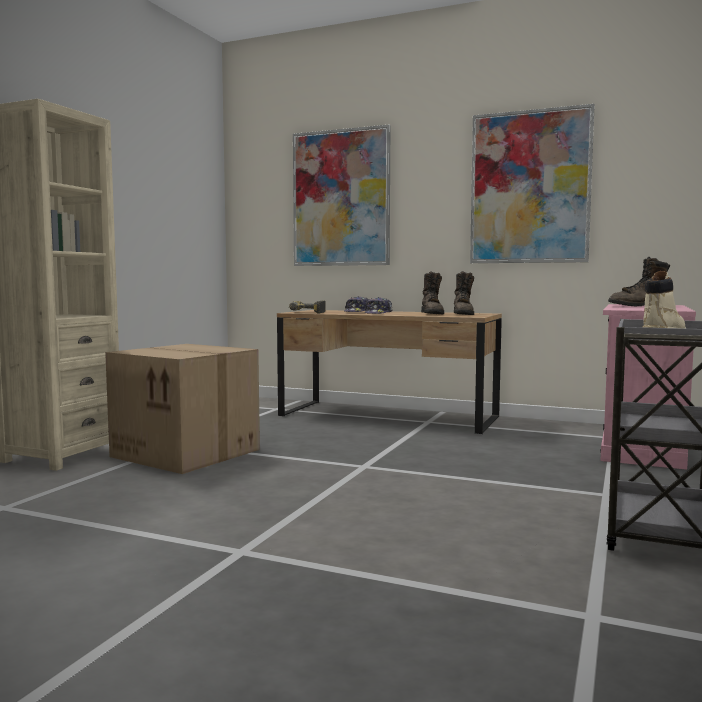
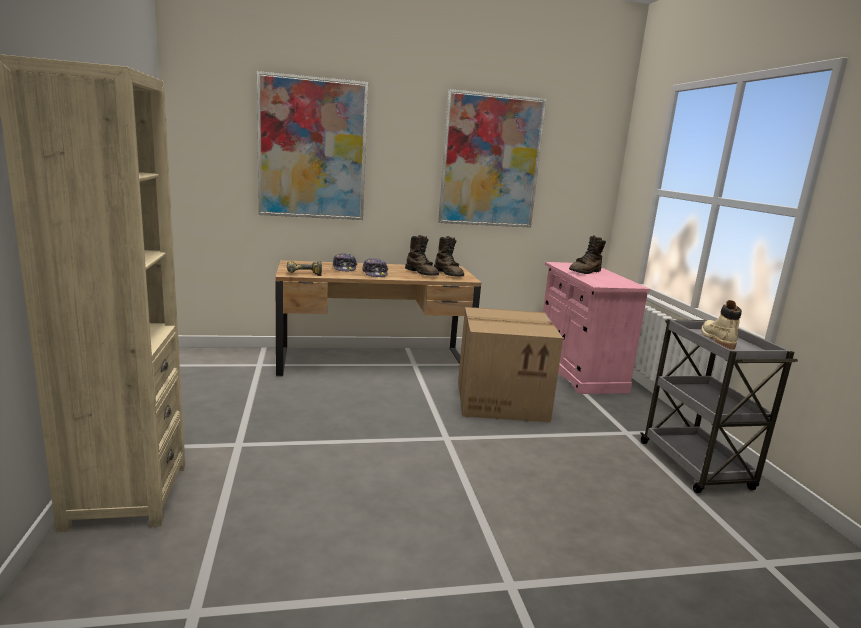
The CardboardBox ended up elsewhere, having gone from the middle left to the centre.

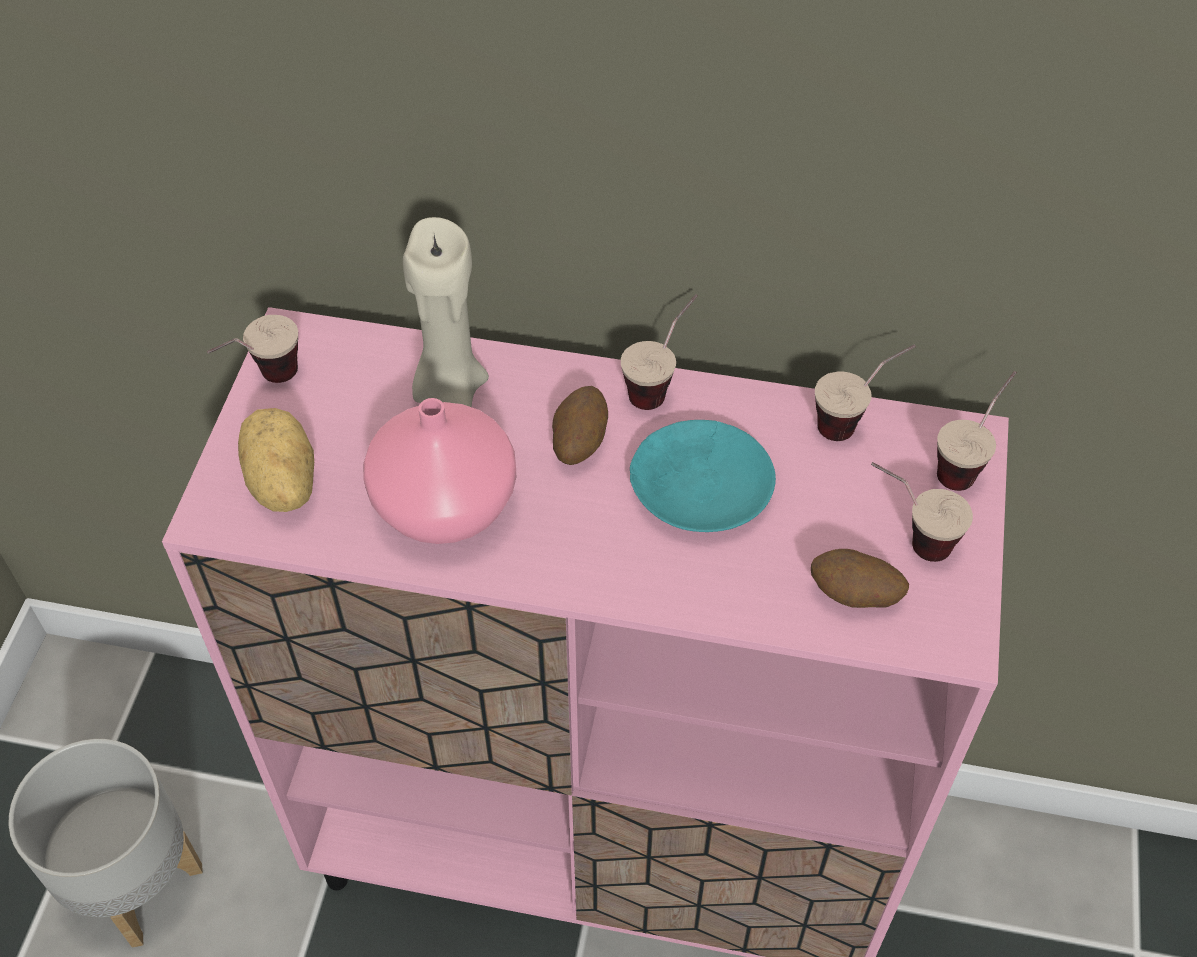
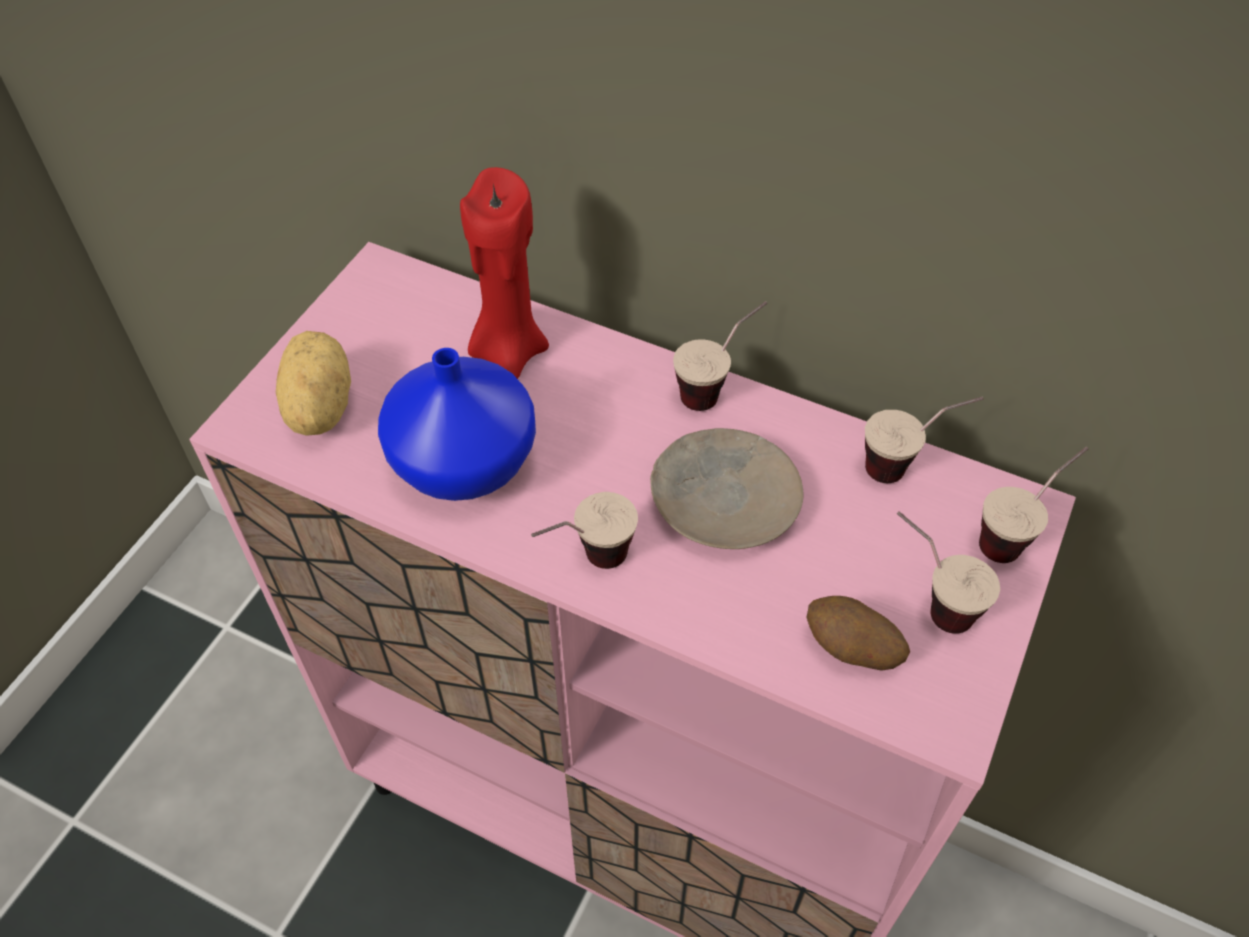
The second view lost the GreyPlanter at the bottom left.
The Cup (no. 1 from left) ended up elsewhere, having gone from the middle left to the centre.
What was the PinkVase at the centre turned into the BlueVase at the centre.
What was the BeigeCandle at the top centre turned into the RedCandle at the top centre.
The second view lost the Potato (no. 2 from left) at the centre.
What was the TurquoisePlate at the centre turned into the BeigePlate at the centre.

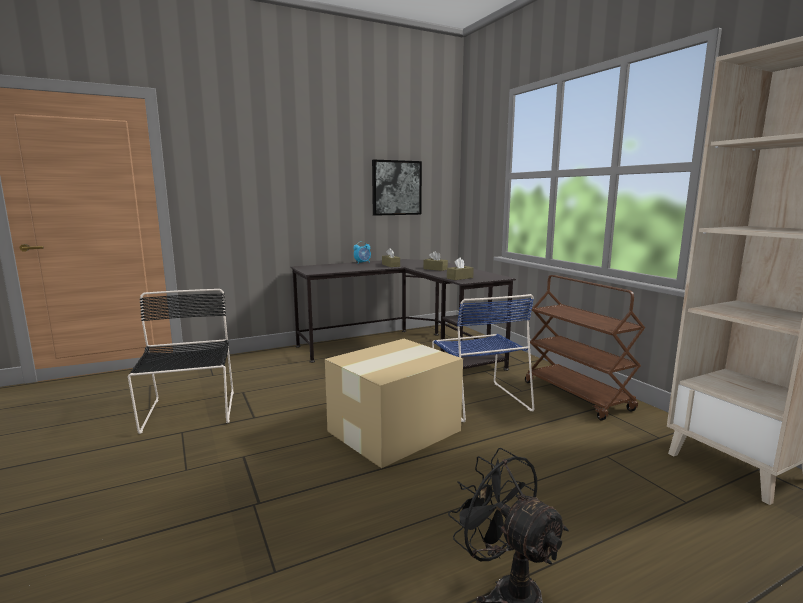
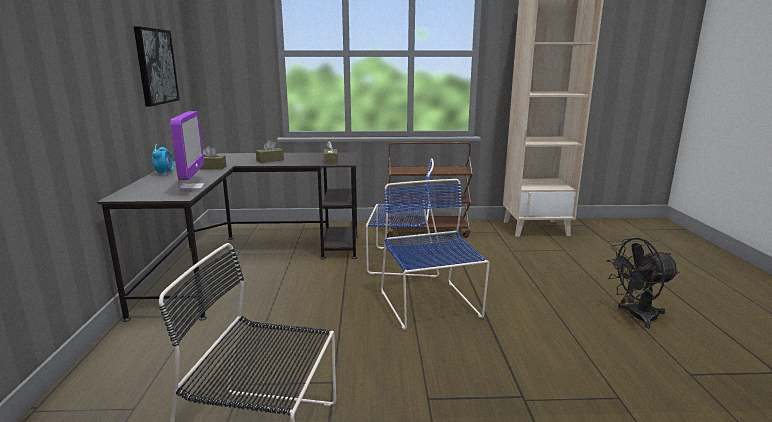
Where the CardboardBox stood at the bottom centre, the BlueChair (no. 2 from left) came to stand at the centre.
The second view gained the Monitor at the middle left.

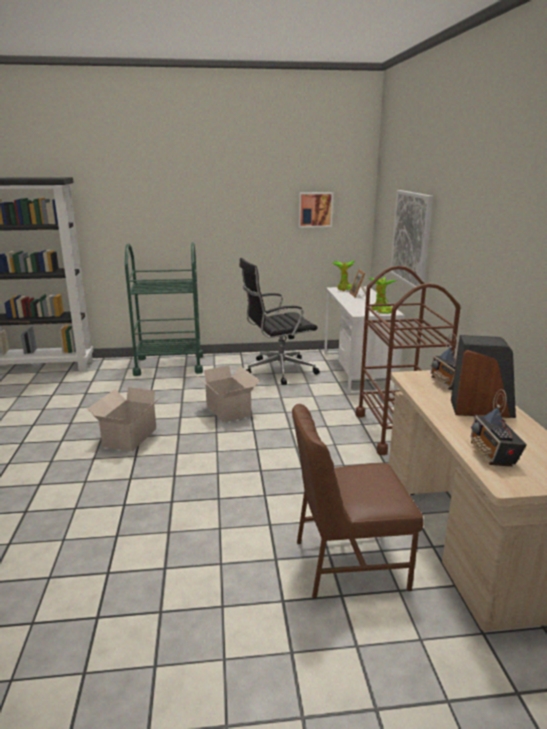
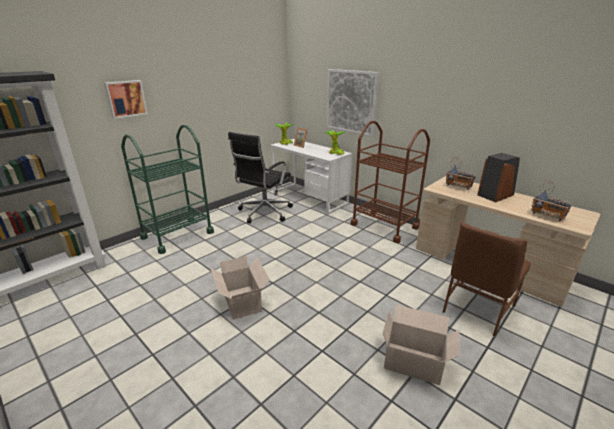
The CardboardBox (no. 2 from left) ended up elsewhere, having gone from the centre to the bottom right.
The Picture (no. 1 from left) ended up elsewhere, having gone from the top centre to the top left.

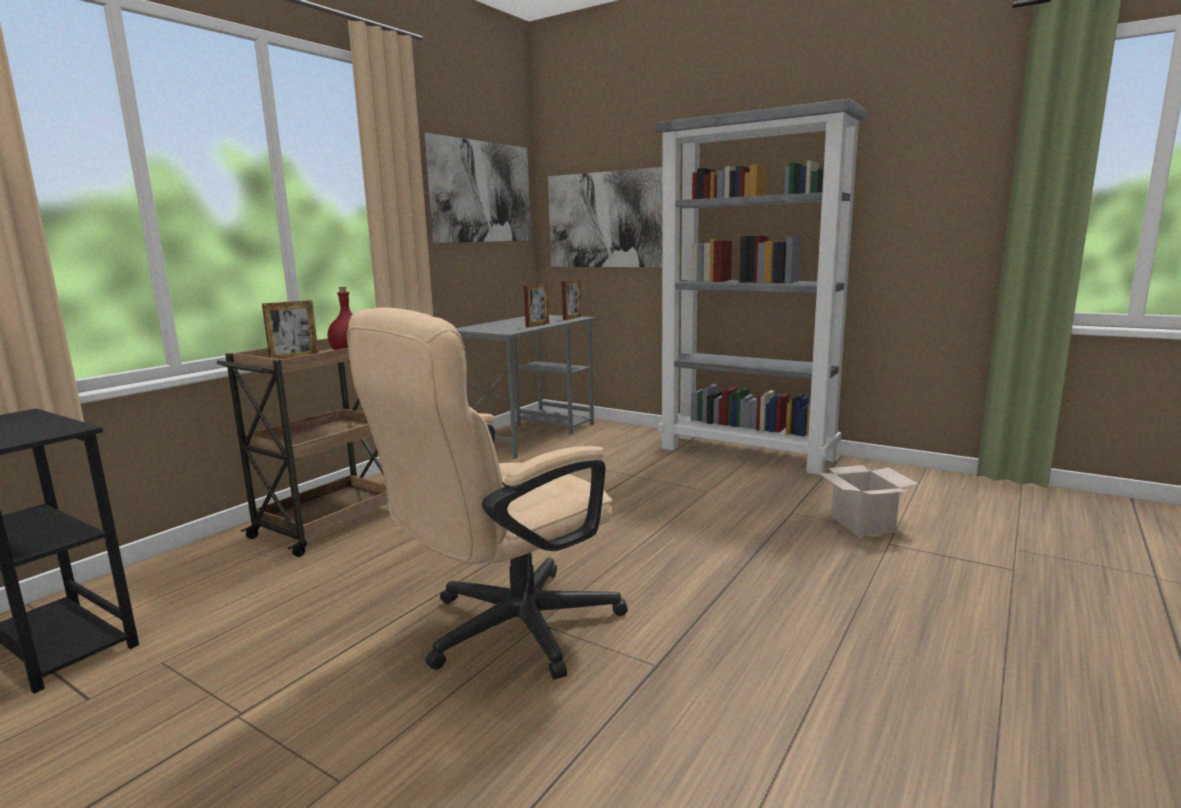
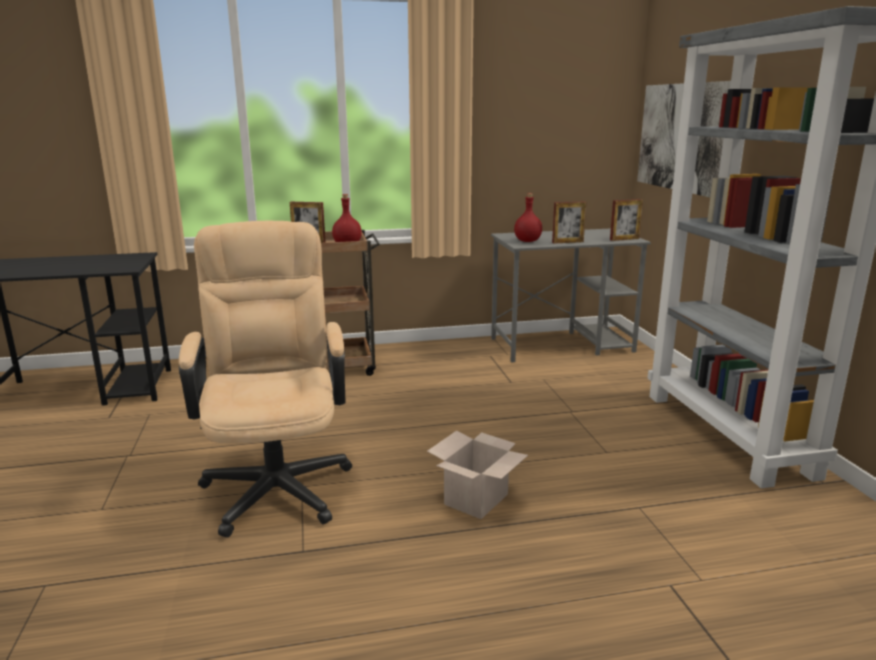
The BeigeOfficeChair at the centre ended up facing another way, 75 degrees clockwise from before.
The second view lost the Picture (no. 1 from left) at the top centre.
The CardboardBox ended up elsewhere, having gone from the middle right to the bottom centre.
The second view gained the RedBottle (no. 2 from left) at the top centre.

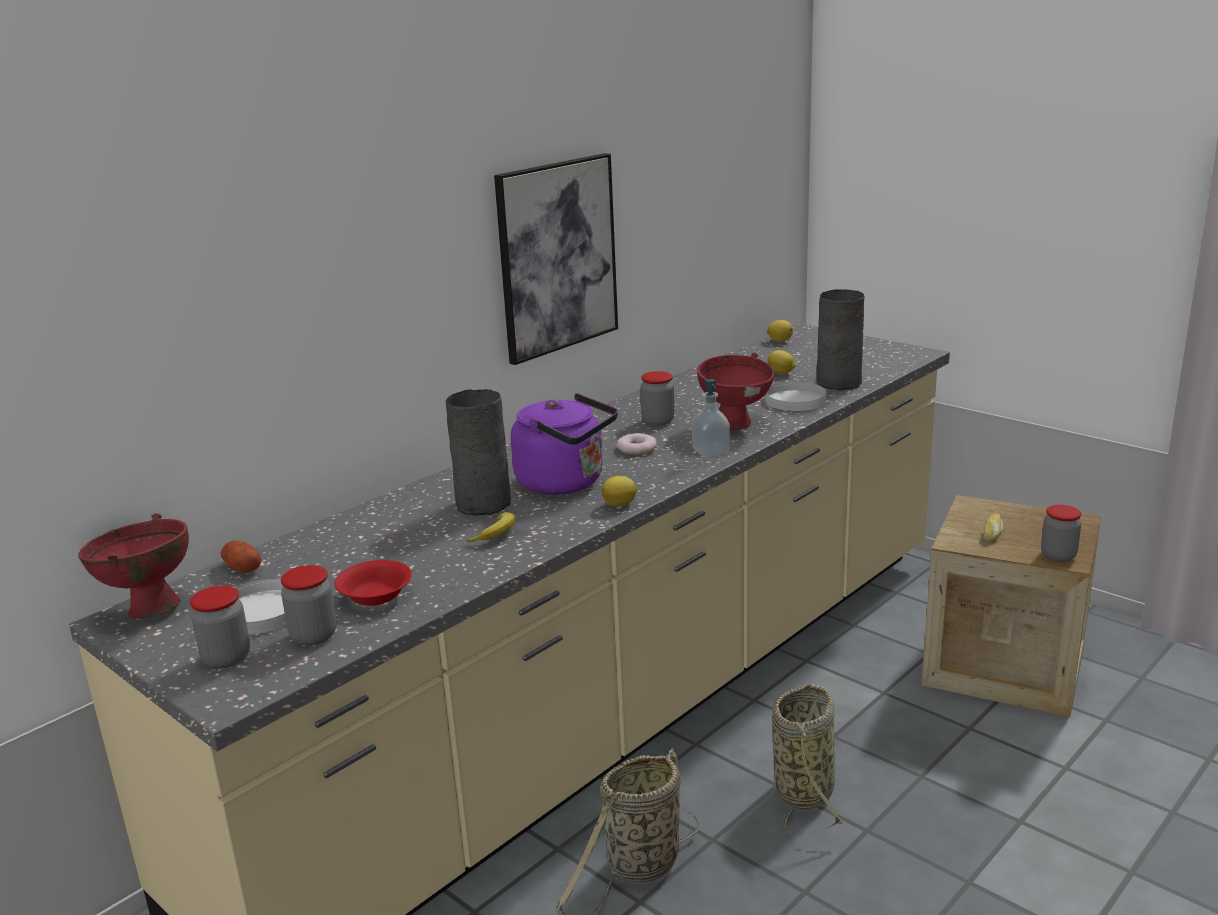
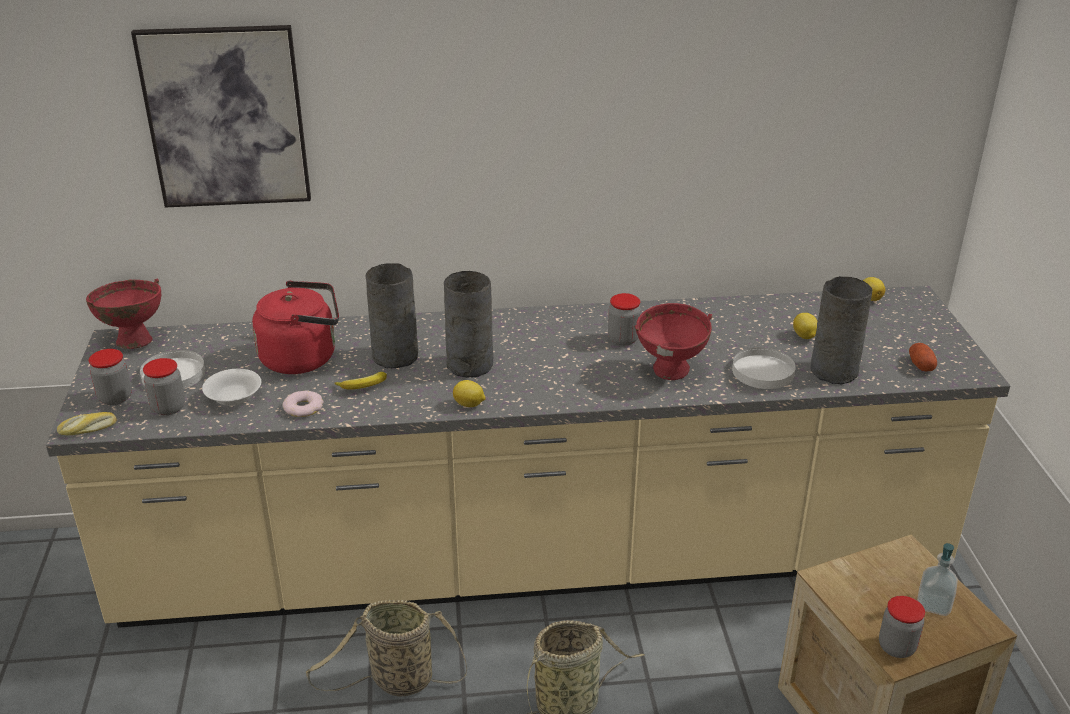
The Potato ended up elsewhere, having gone from the middle left to the middle right.
What was the RedBowl (no. 2 from left) at the middle left turned into the WhiteBowl at the middle left.
The Picture ended up elsewhere, having gone from the top centre to the top left.
Where the PurpleKettle stood at the centre, the GreyVase (no. 2 from left) came to stand at the centre.
The Donut ended up elsewhere, having gone from the centre to the middle left.
The SoapDispenser ended up elsewhere, having gone from the centre to the bottom right.
The Bread ended up elsewhere, having gone from the middle right to the middle left.
The second view gained the RedKettle at the middle left.

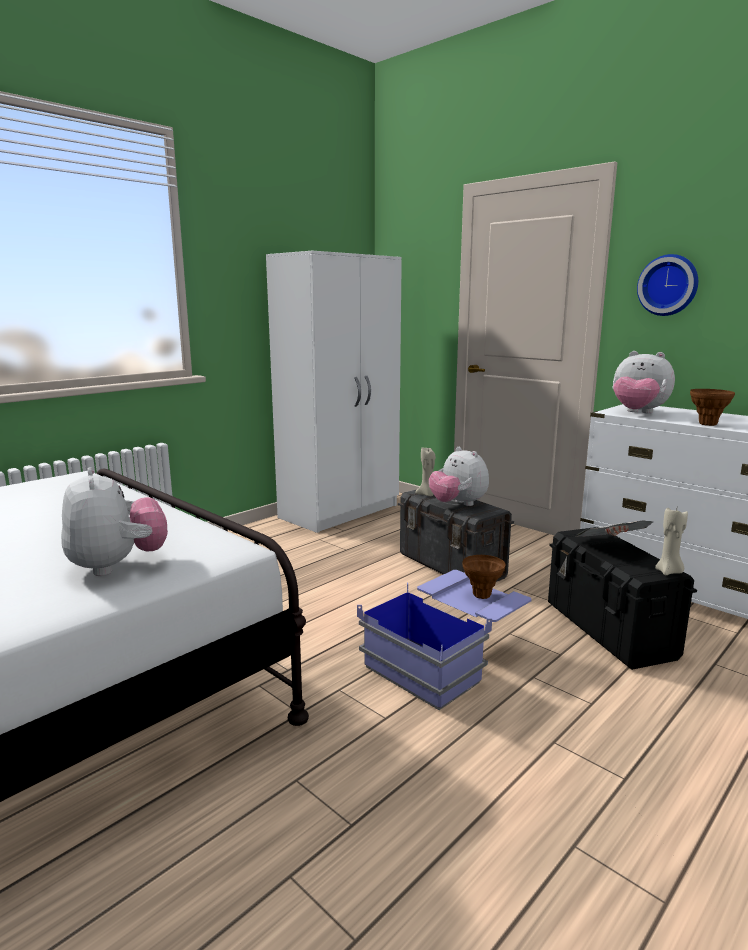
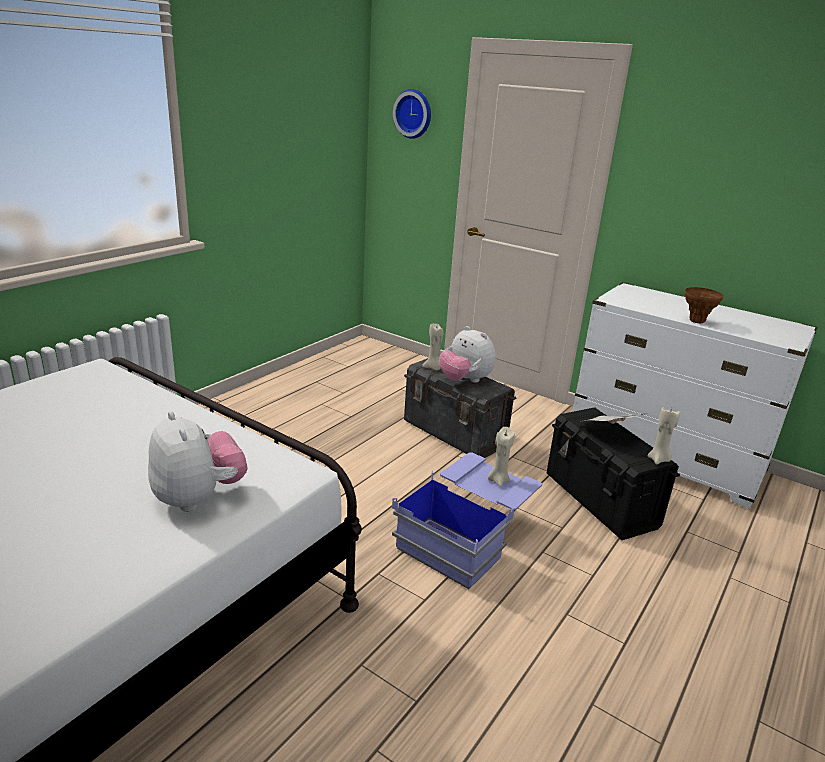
The second view lost the WhiteWardrobe at the centre.
Where the BrownVase (no. 1 from left) stood at the centre, the BeigeCandle (no. 2 from left) came to stand at the centre.
The second view lost the PlushToy (no. 3 from left) at the middle right.
The WallClock ended up elsewhere, having gone from the top right to the top centre.

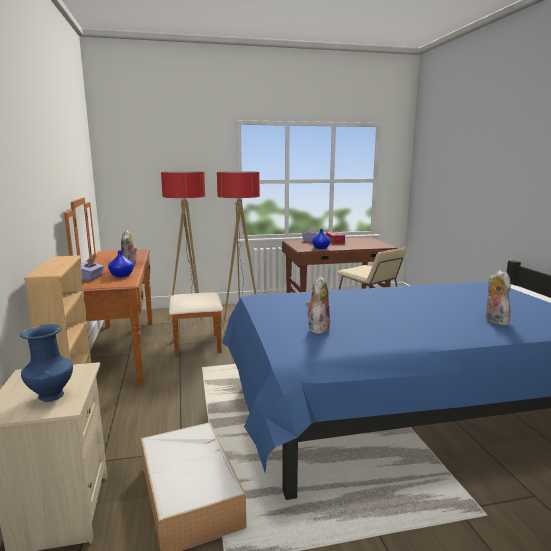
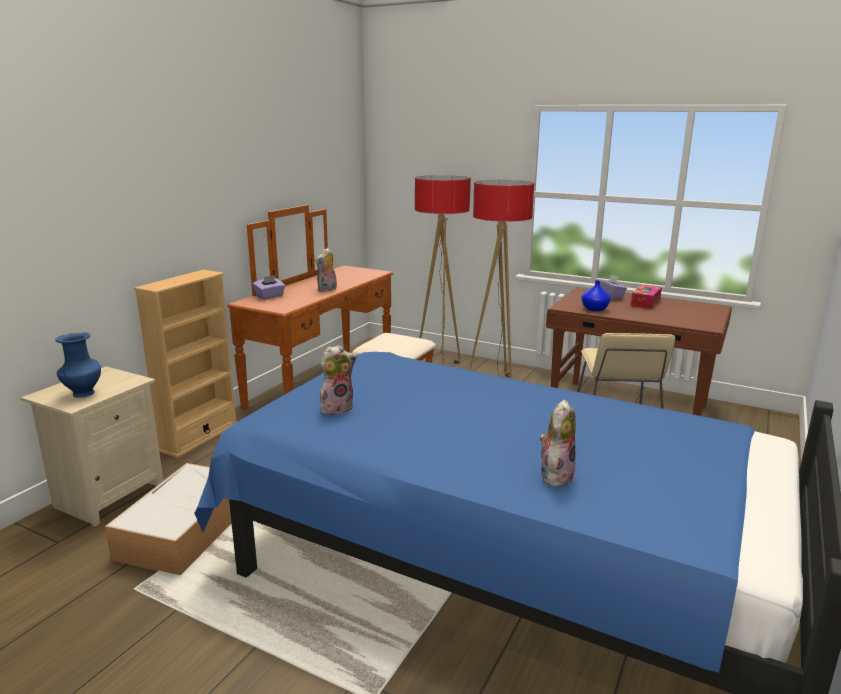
The second view lost the BlueVase (no. 2 from left) at the middle left.

